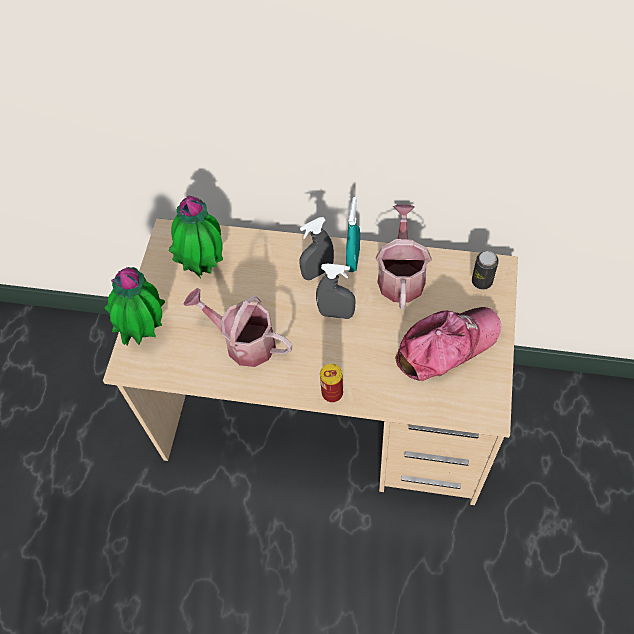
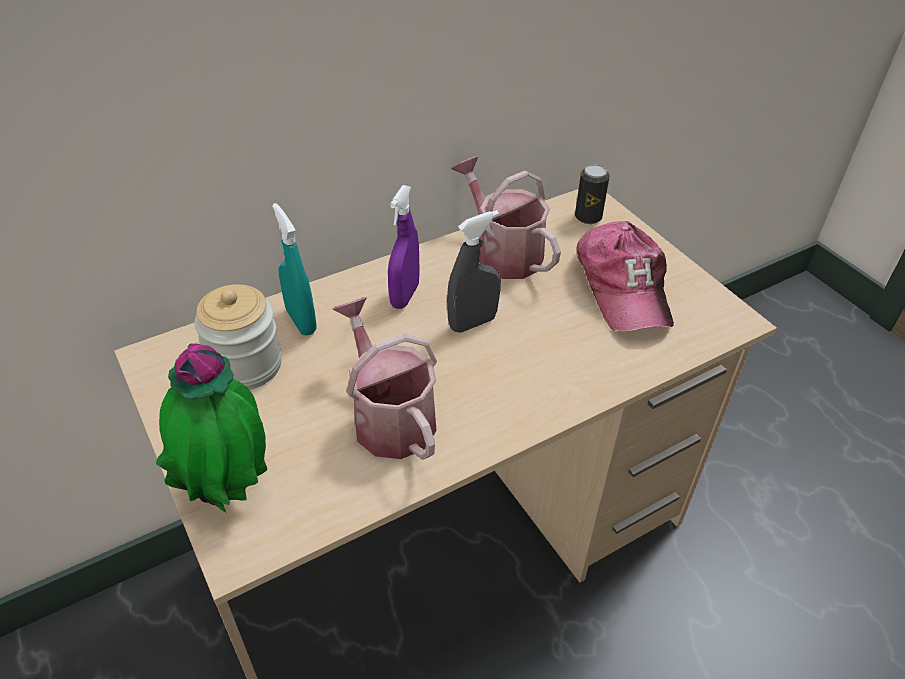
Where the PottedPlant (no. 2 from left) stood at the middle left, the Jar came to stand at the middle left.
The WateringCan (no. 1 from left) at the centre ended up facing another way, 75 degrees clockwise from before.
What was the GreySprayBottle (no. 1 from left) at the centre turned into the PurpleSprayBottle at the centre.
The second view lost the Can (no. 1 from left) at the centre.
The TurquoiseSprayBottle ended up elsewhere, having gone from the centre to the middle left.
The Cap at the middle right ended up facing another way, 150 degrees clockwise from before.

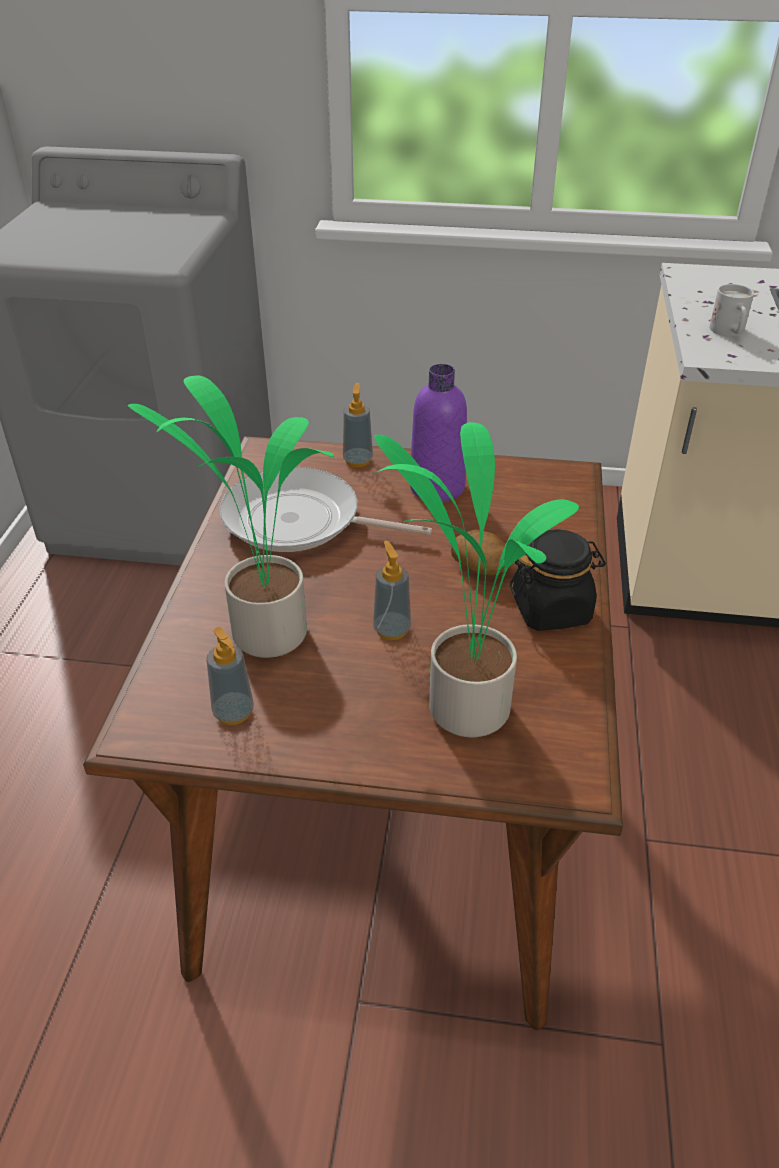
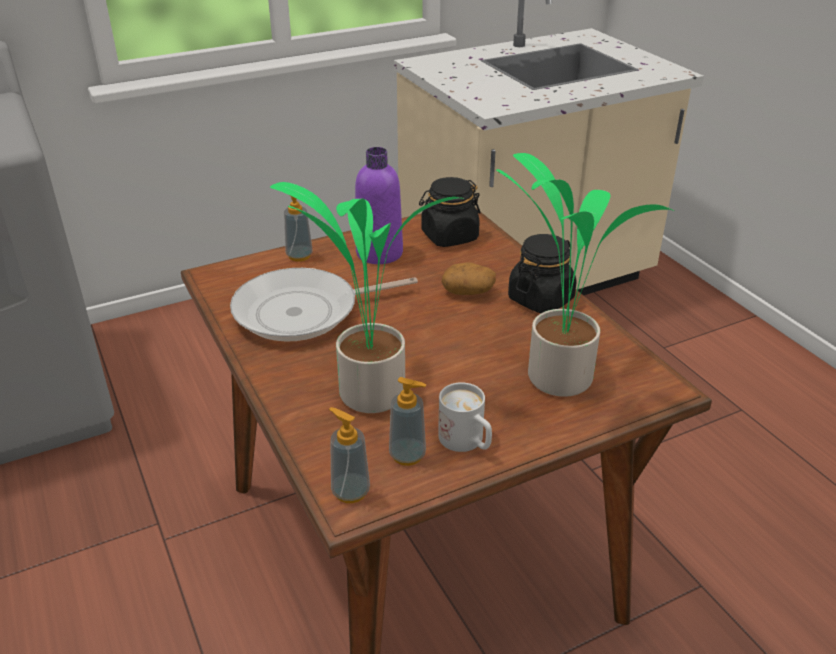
The SoapDispenser (no. 3 from left in the first image) ended up elsewhere, having gone from the centre to the bottom centre.
The WhiteMug ended up elsewhere, having gone from the top right to the centre.
The second view gained the BlackJar (no. 1 from left) at the top centre.

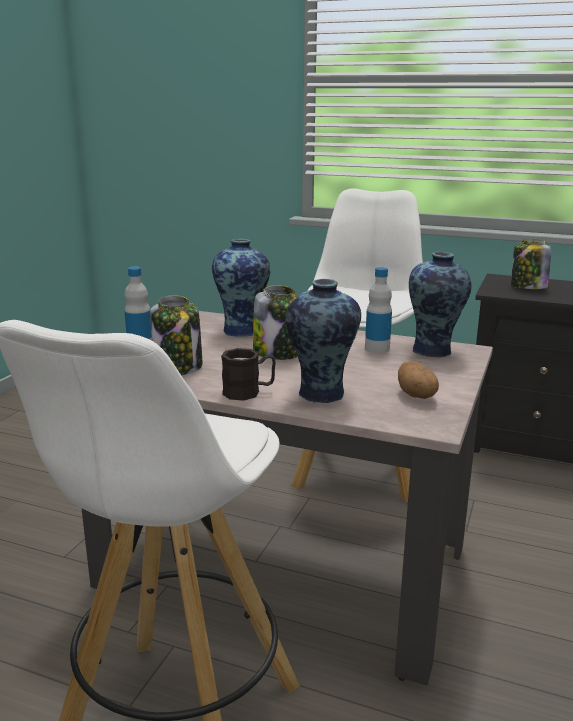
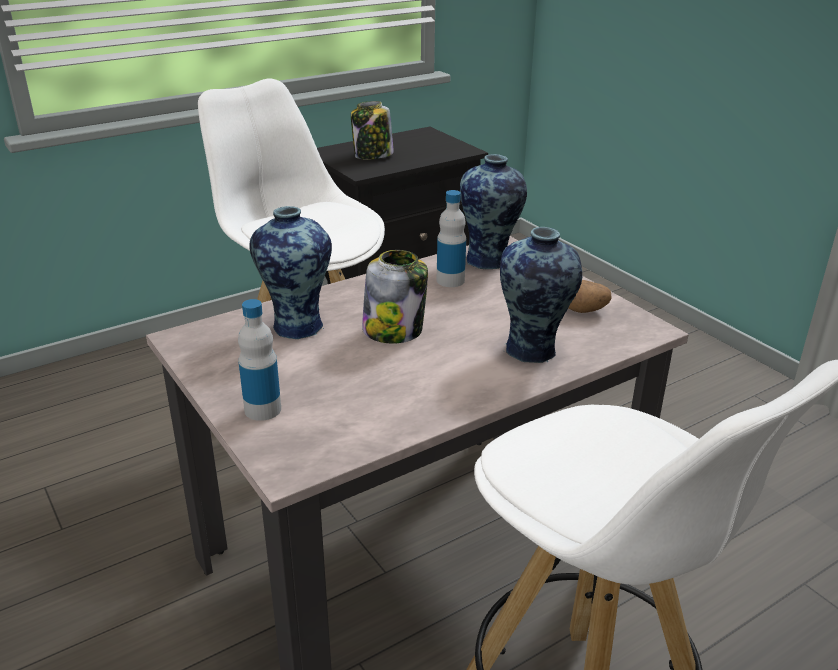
The second view lost the Jar (no. 1 from left) at the middle left.
The second view lost the BlackMug at the centre.

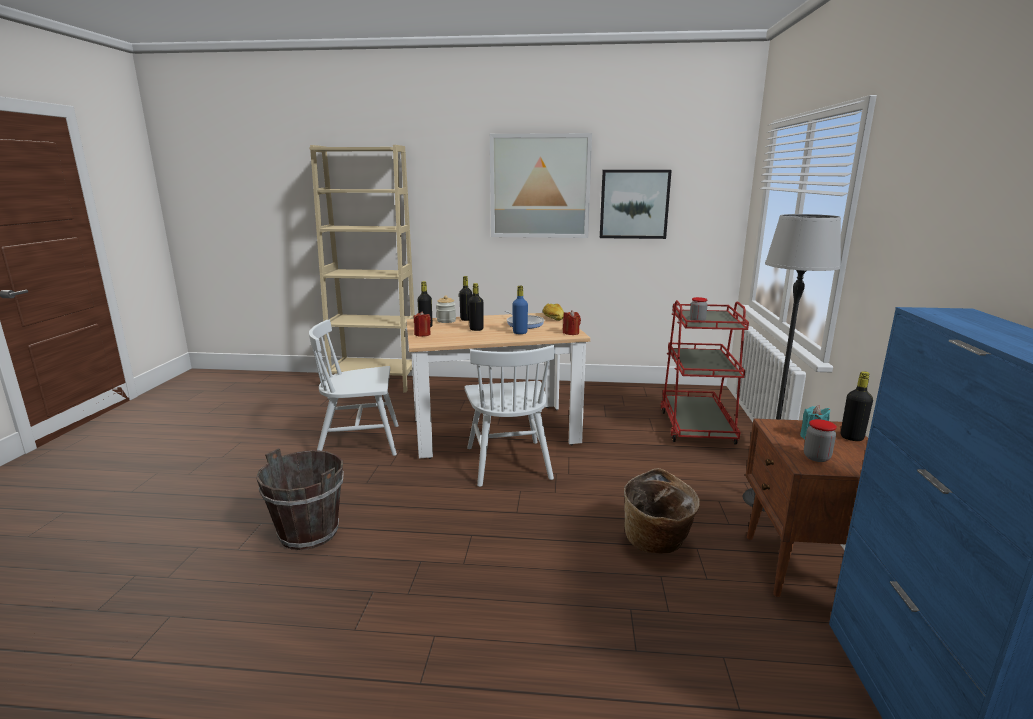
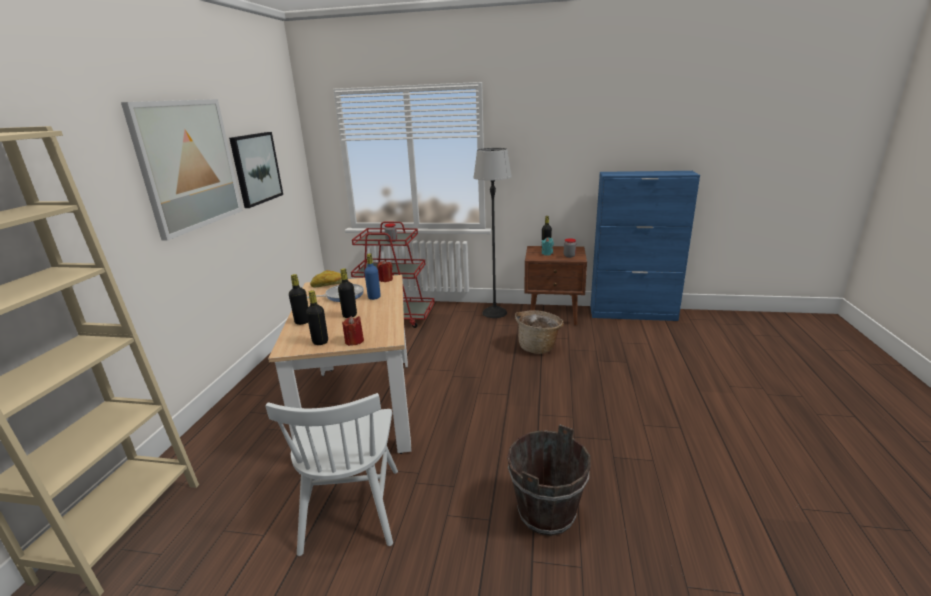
The second view lost the Jar (no. 1 from left) at the centre.
The second view lost the WhiteChair (no. 2 from left) at the centre.

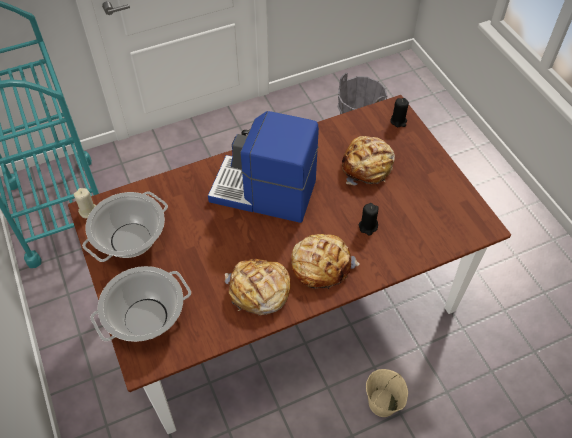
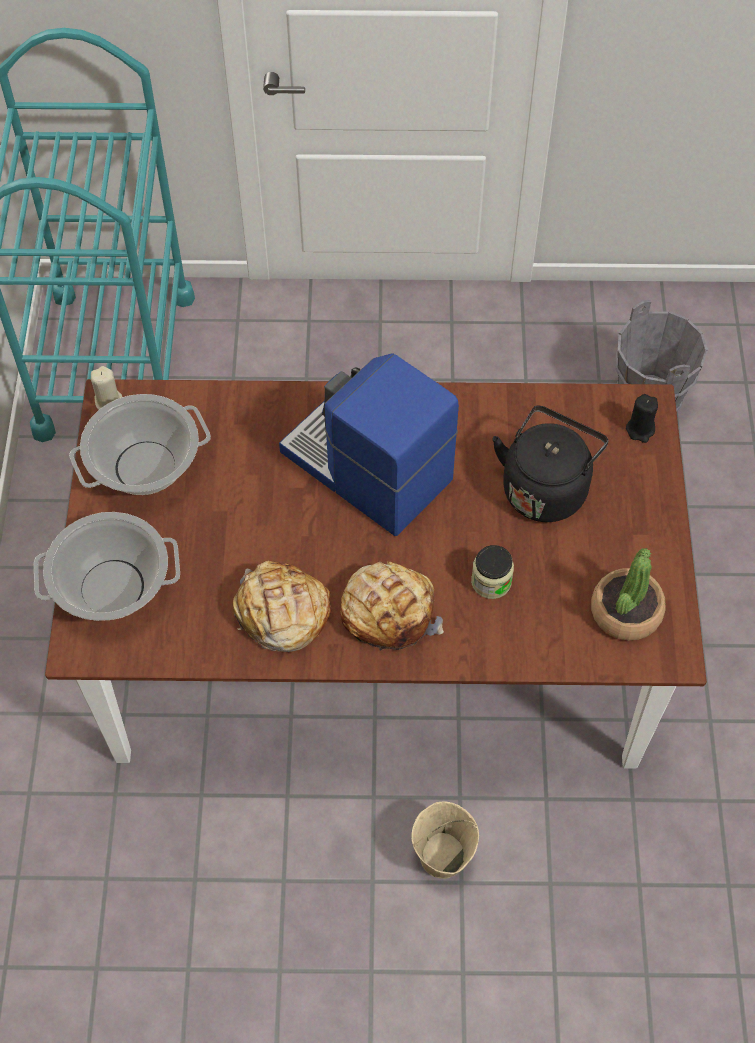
Where the Bread (no. 3 from left) stood at the centre, the BlackKettle came to stand at the middle right.
Where the BlackCandle (no. 1 from left) stood at the centre, the Jar came to stand at the centre.
The second view gained the PottedPlant at the middle right.

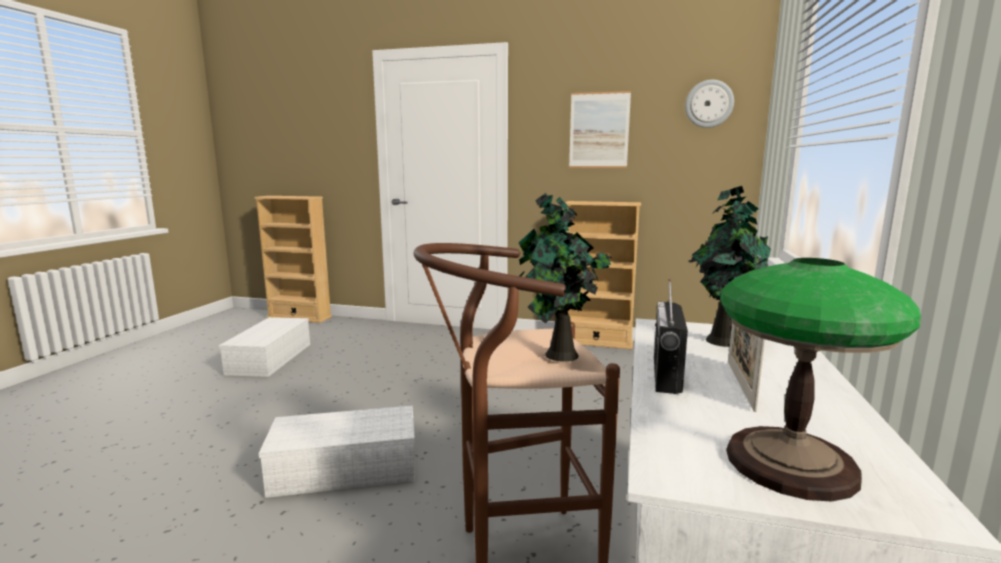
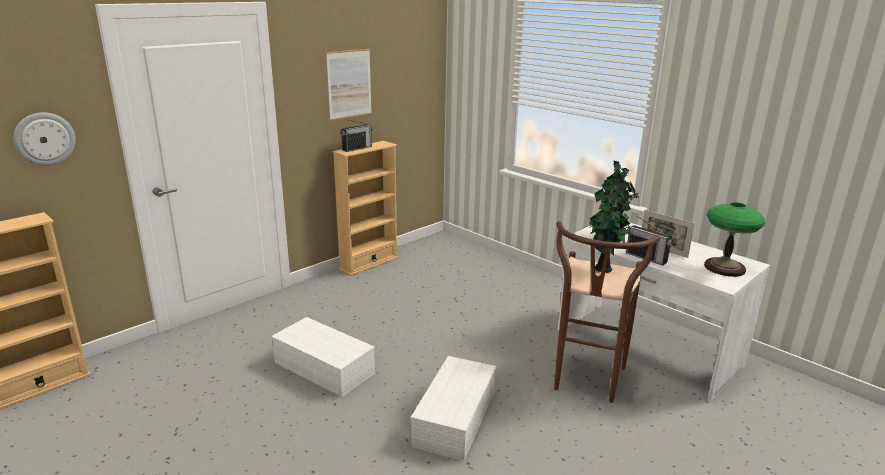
The WhiteStorageBox (no. 1 from left) ended up elsewhere, having gone from the middle left to the bottom centre.
The WallClock ended up elsewhere, having gone from the top right to the top left.
The second view gained the Radio (no. 1 from left) at the top centre.

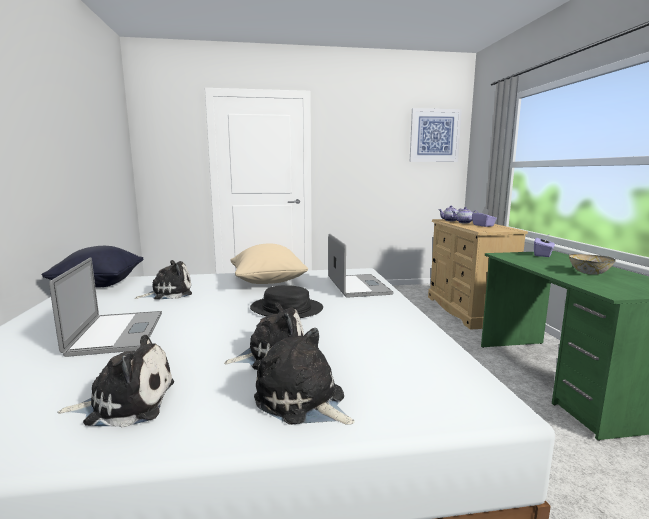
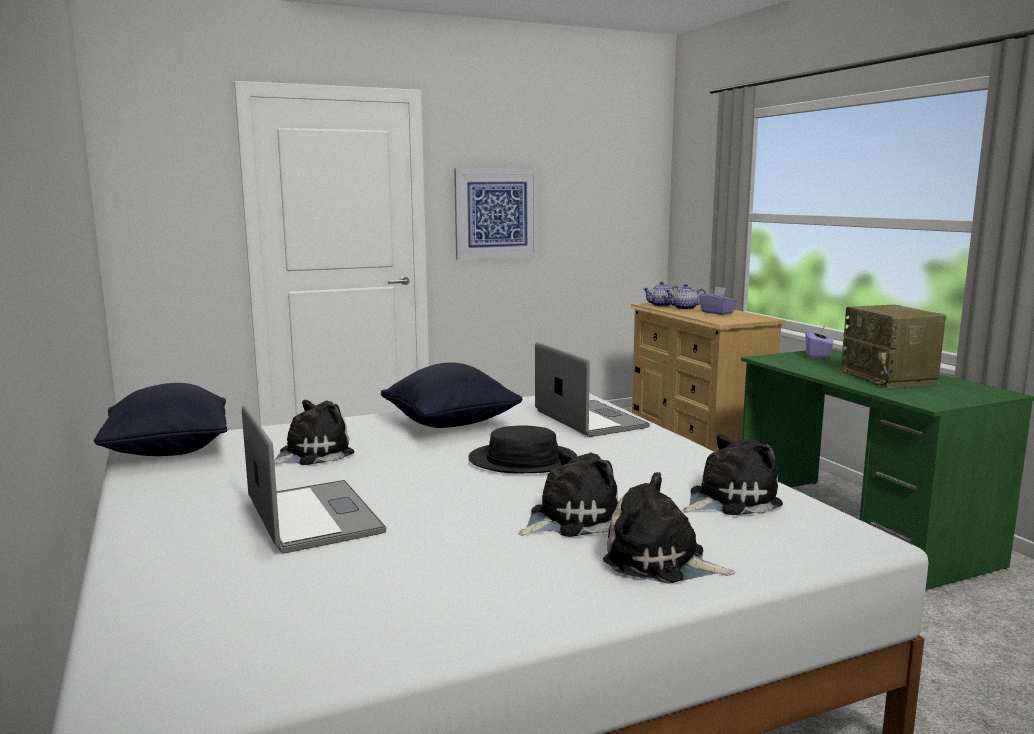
The PlushToy (no. 1 from left in the first image) ended up elsewhere, having gone from the bottom left to the middle right.
What was the BeigePillow at the centre turned into the BlackPillow (no. 2 from left) at the centre.
The Picture ended up elsewhere, having gone from the top right to the top centre.
Where the Bowl stood at the middle right, the Radio came to stand at the middle right.

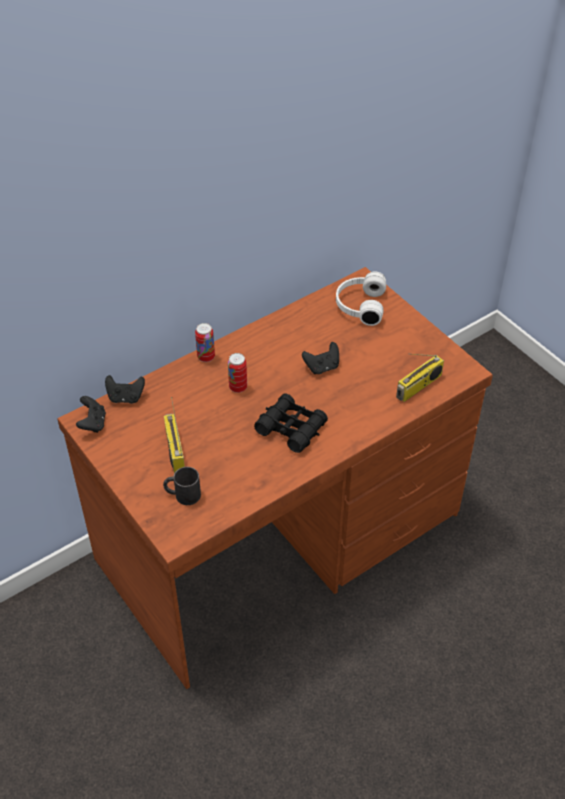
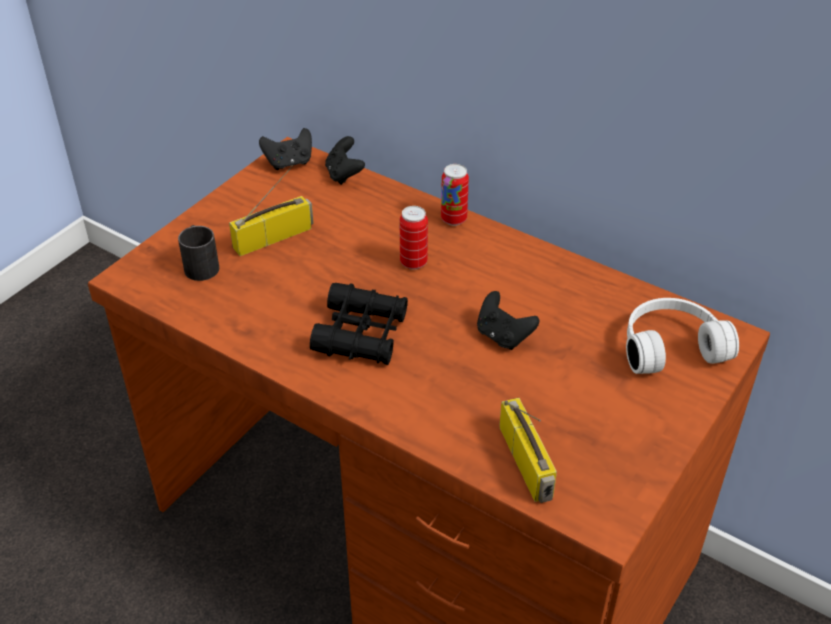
The Radio (no. 2 from left) at the middle right ended up facing another way, 135 degrees counterclockwise from before.

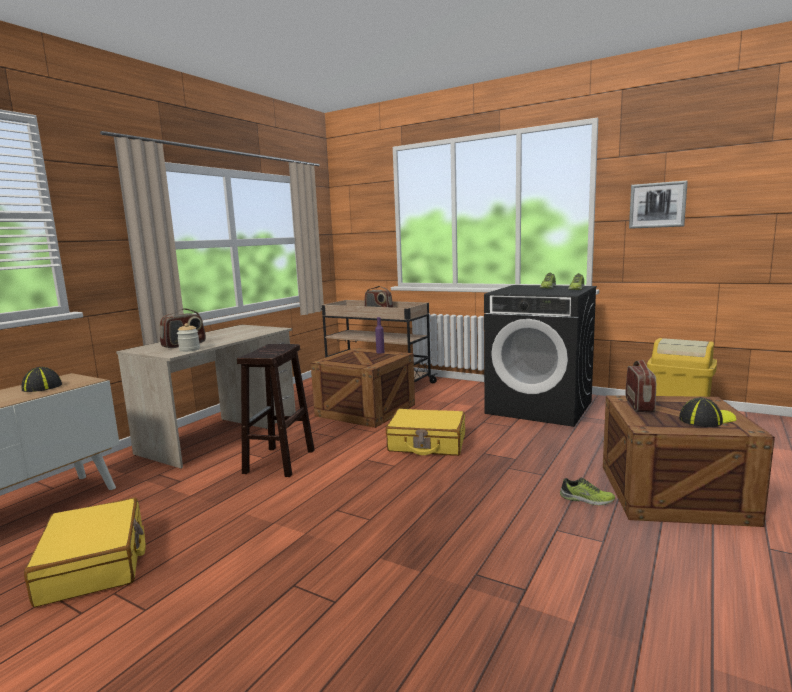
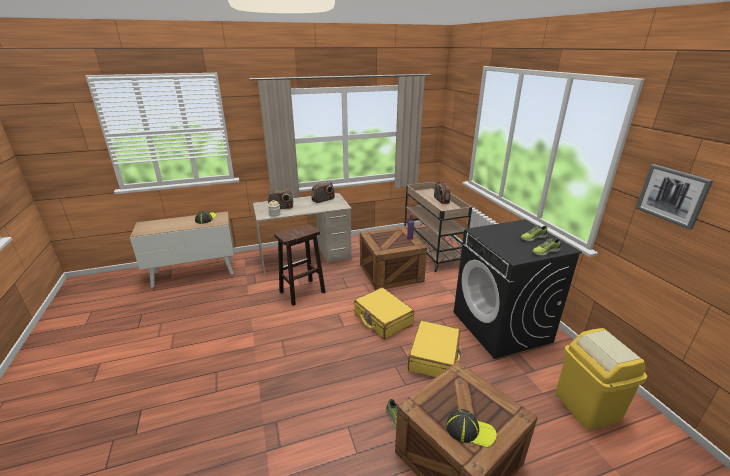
The YellowSuitcase (no. 1 from left in the first image) ended up elsewhere, having gone from the bottom left to the bottom centre.
The Radio (no. 3 from left in the first image) ended up elsewhere, having gone from the middle right to the centre.

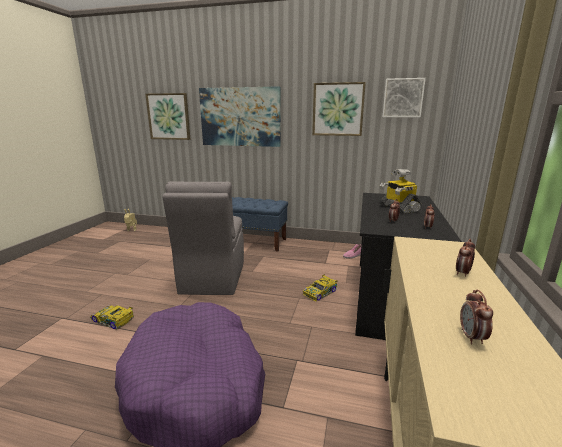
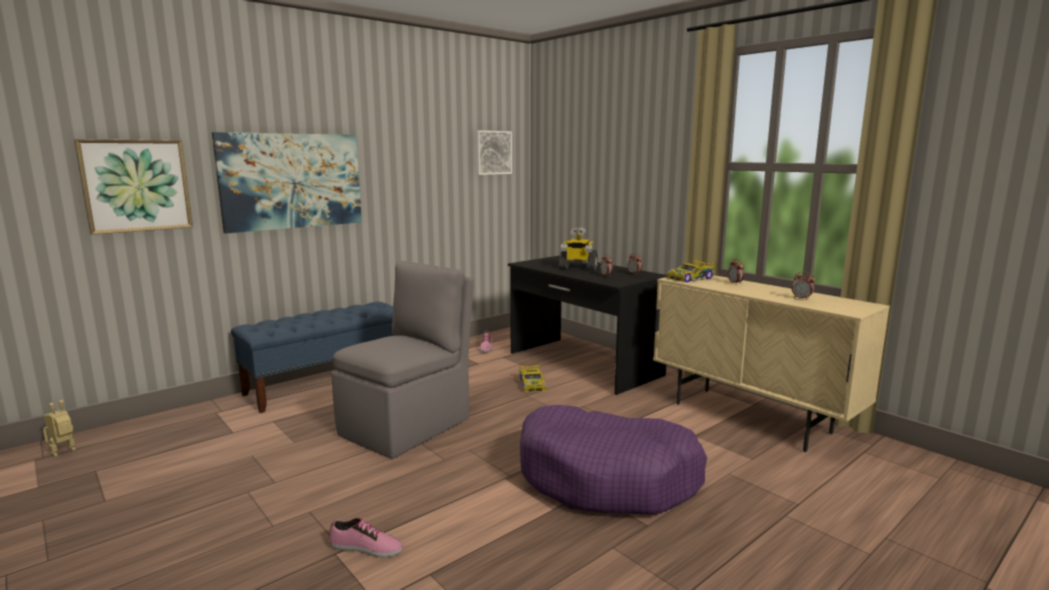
The ToyCar (no. 1 from left in the first image) ended up elsewhere, having gone from the bottom left to the centre.
The GreyChair at the centre ended up facing another way, 90 degrees counterclockwise from before.
The second view lost the Picture (no. 3 from left) at the top centre.
The second view gained the Shoe (no. 1 from left) at the bottom centre.

